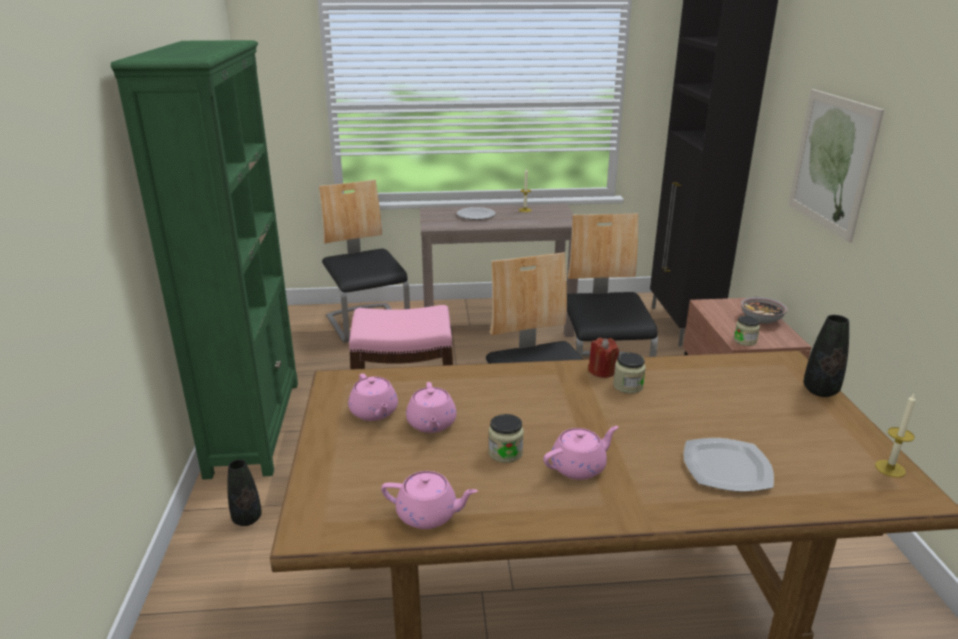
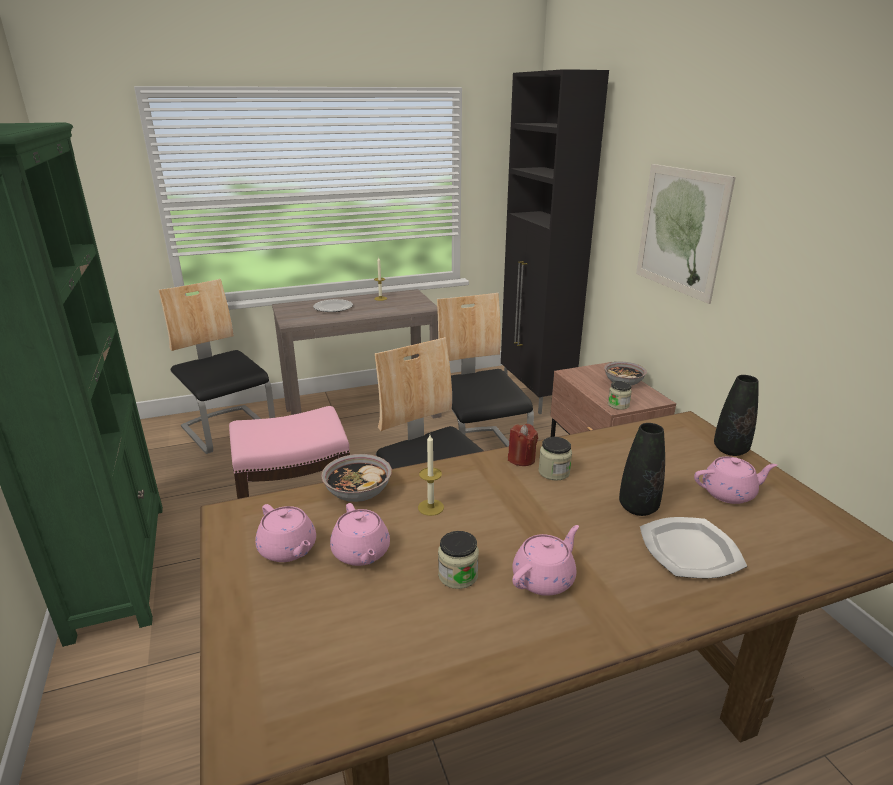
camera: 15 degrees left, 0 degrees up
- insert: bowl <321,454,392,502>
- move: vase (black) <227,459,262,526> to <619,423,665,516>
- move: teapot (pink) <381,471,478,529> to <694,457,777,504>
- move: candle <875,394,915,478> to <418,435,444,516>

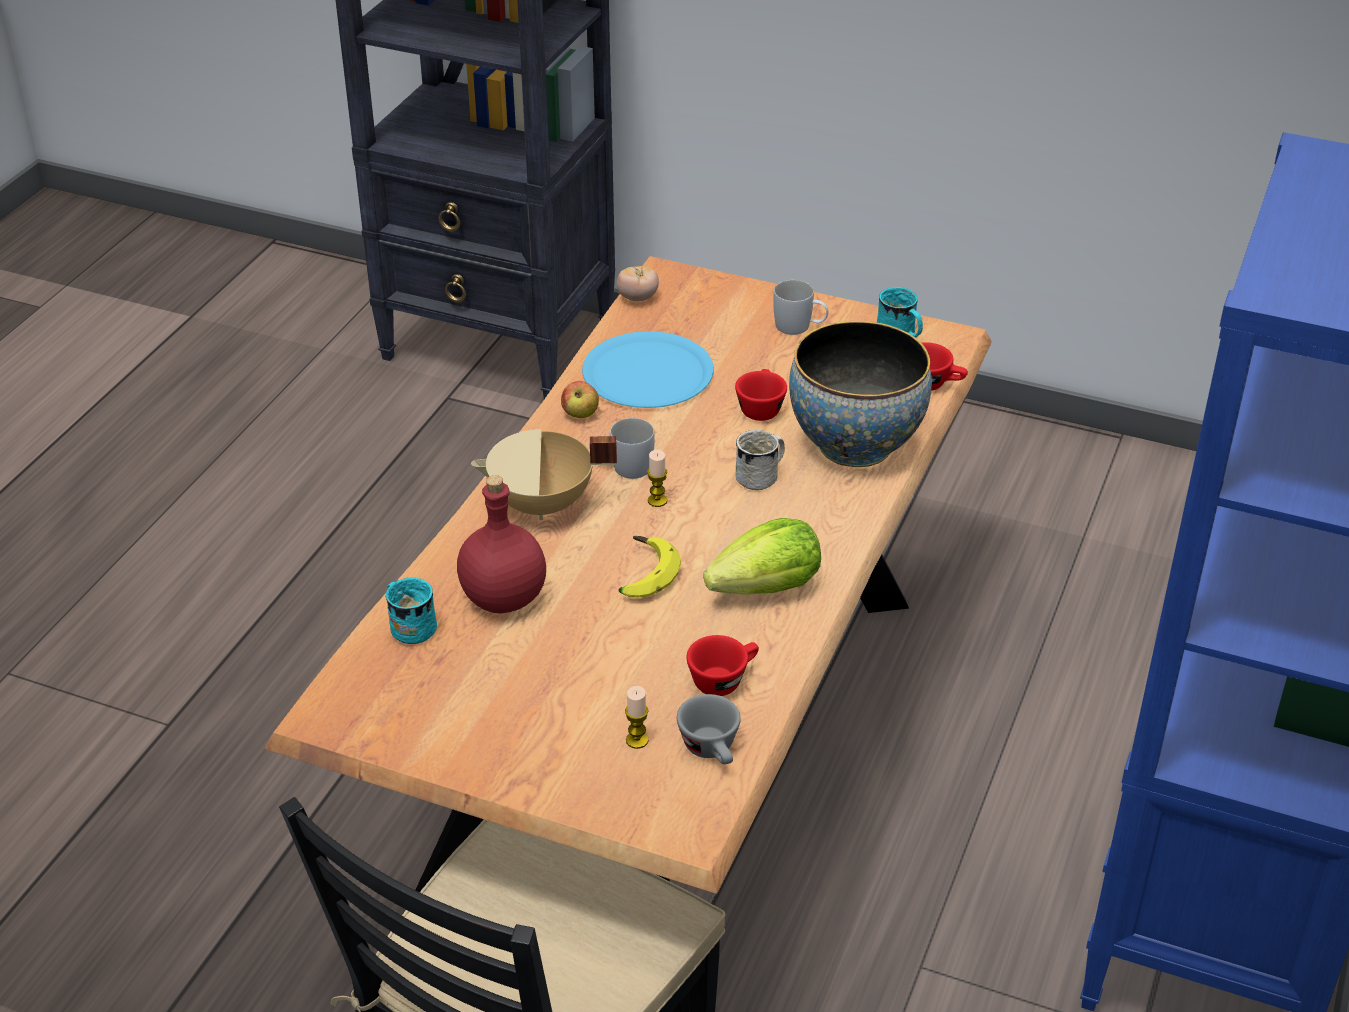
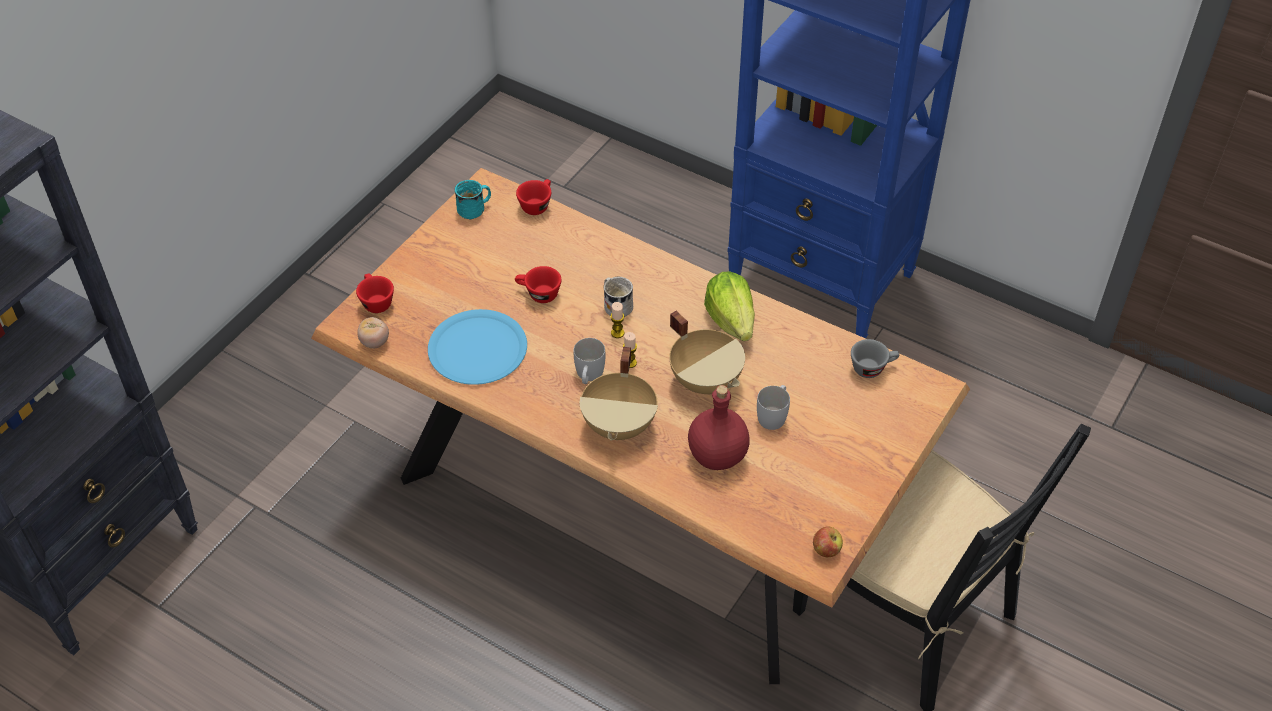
camera: 80 degrees left, 10 degrees up
- delete: mug (turquoise) <386,578,437,644>
- delete: bowl <789,321,932,467>
- move: apple <561,381,599,418> to <813,526,843,557>
- move: candle <625,686,649,749> to <611,302,624,338>
- move: cup (red) <686,635,759,696> to <356,274,394,313>
- move: mug (white) <773,280,828,335> to <757,385,790,430>
- replace: banana <619,536,681,597> to cooking pot (beige) <669,311,745,394>

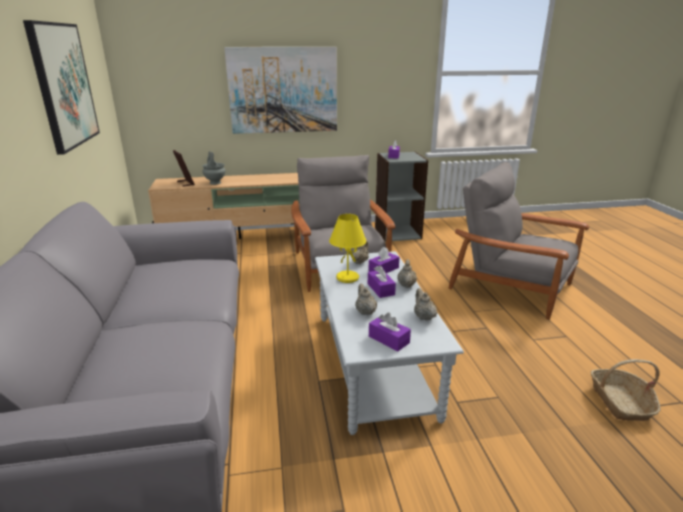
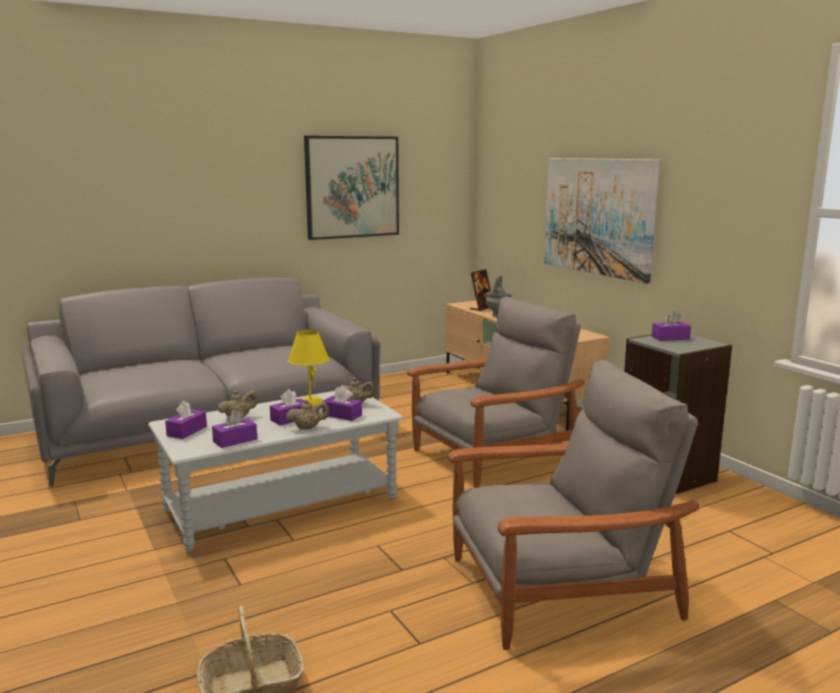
camera: 70 degrees right, 10 degrees down
- replace: teapot (beige) <414,288,437,321> to tissue box (purple) <212,410,257,448>
- rotate: armchair (grey) <449,162,589,320> = <447,360,699,650> 60 degrees clockwise

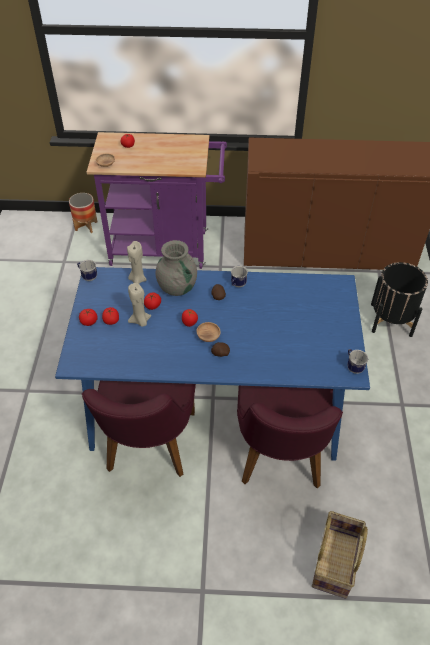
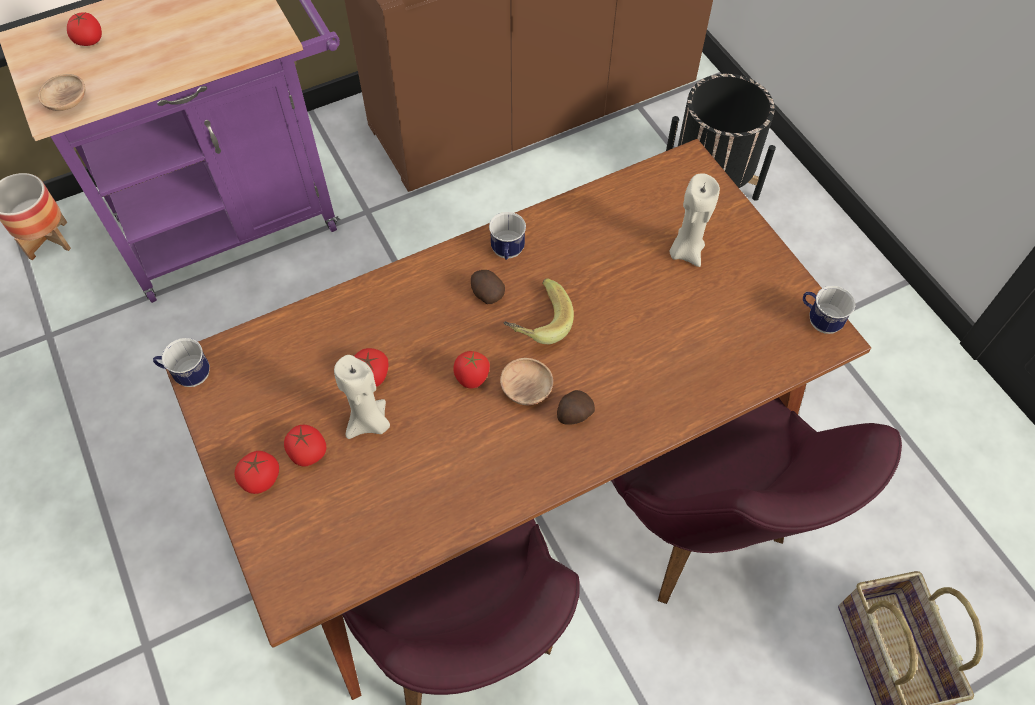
camera: 30 degrees left, 10 degrees up
- delete: vase (grey) <155,240,197,296>
- insert: banana <504,278,574,344>
- move: candle (beige) <127,241,146,284> to <669,173,720,267>
- recolor: dining table (blue) <55,267,370,461> to dining table (brown) <166,139,871,700>

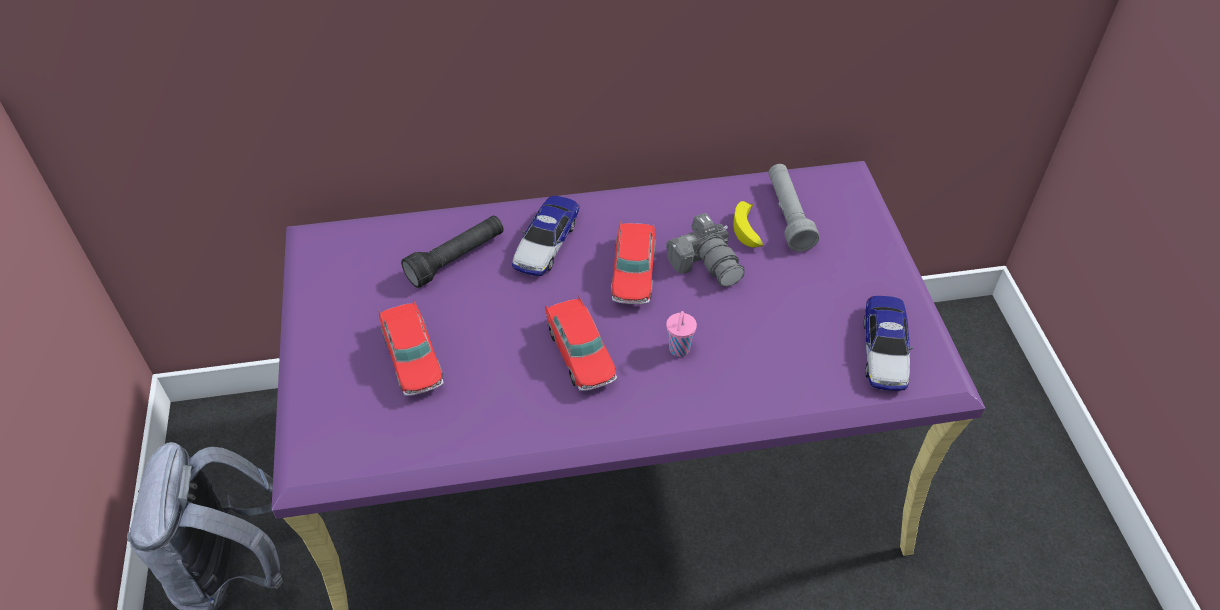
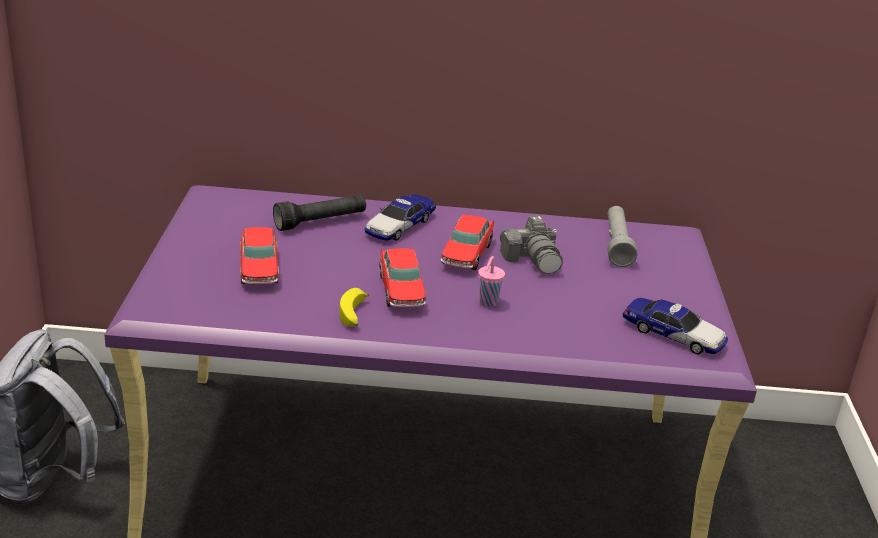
camera: 10 degrees right, 20 degrees down
- move: banana <733,201,763,247> to <340,288,369,326>
- rotate: toy car <863,296,913,391> = <623,298,728,355> 75 degrees counterclockwise

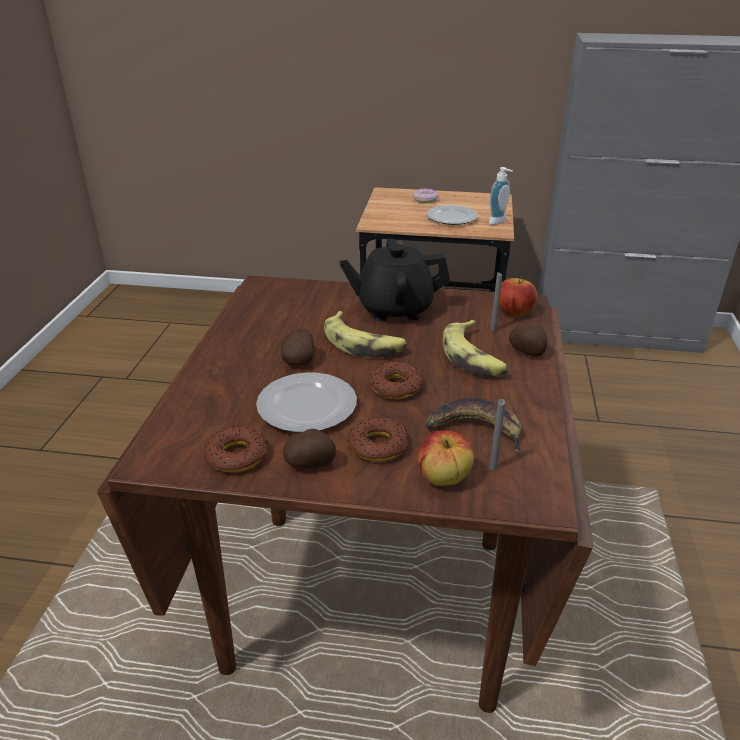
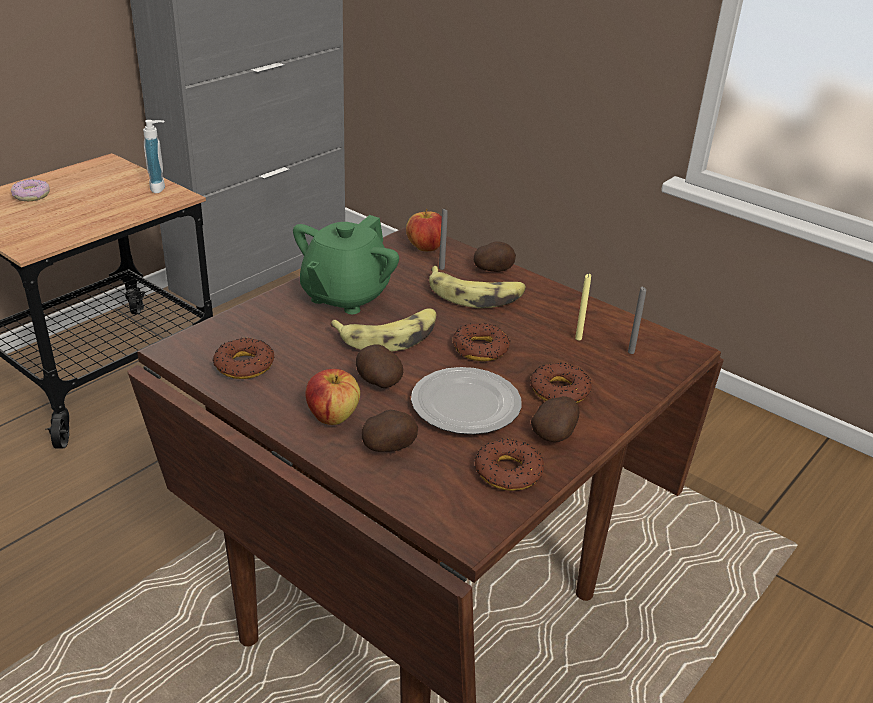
camera: 60 degrees left, 0 degrees up
- delete: plate <426,205,478,225>
- insert: donut <213,337,274,379>
- insert: potato <362,410,418,452>
- move: apple <418,431,474,486> to <306,369,360,425>
- replace: banana <425,398,521,455> to candle (yellow) <575,274,591,340>
- recolor: teapot (black) <339,239,450,322> to teapot (green) <293,215,399,314>

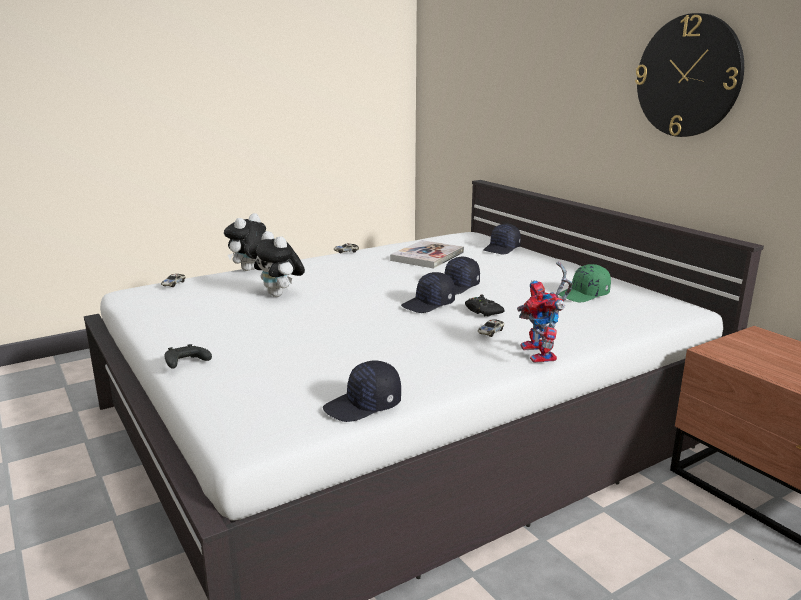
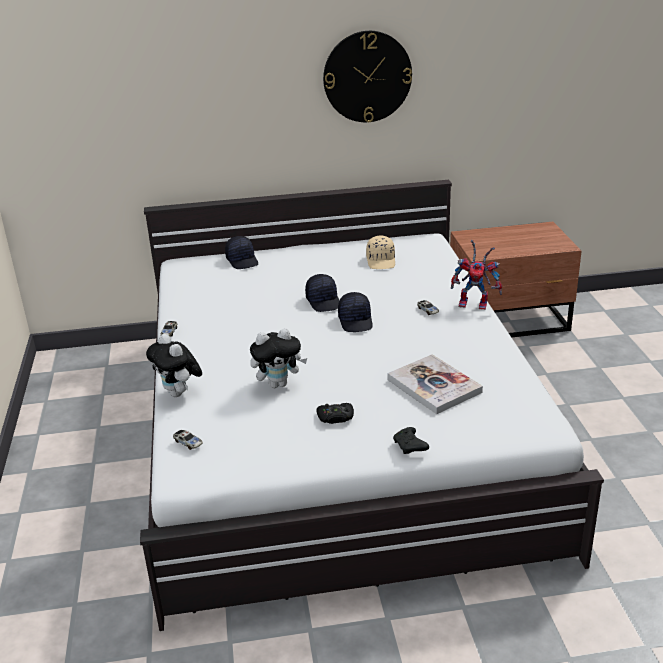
camera: 65 degrees left, 10 degrees up
- delete: cap (black) <323,361,401,422>
- move: book <390,240,464,269> to <387,354,483,414>
- move: game controller (black) <465,295,505,317> to <316,403,354,424>
- recolor: cap (green) <559,264,611,302> to cap (beige) <366,235,395,269>

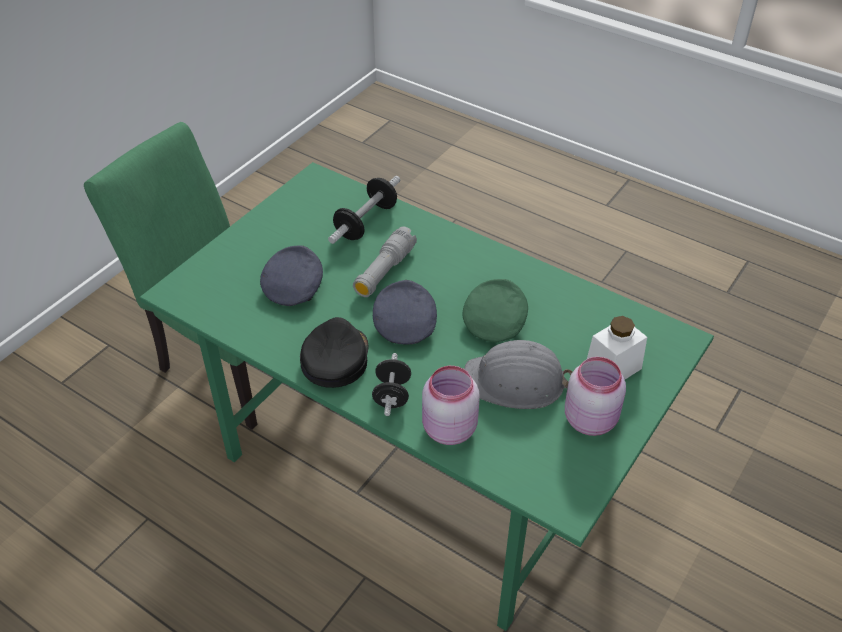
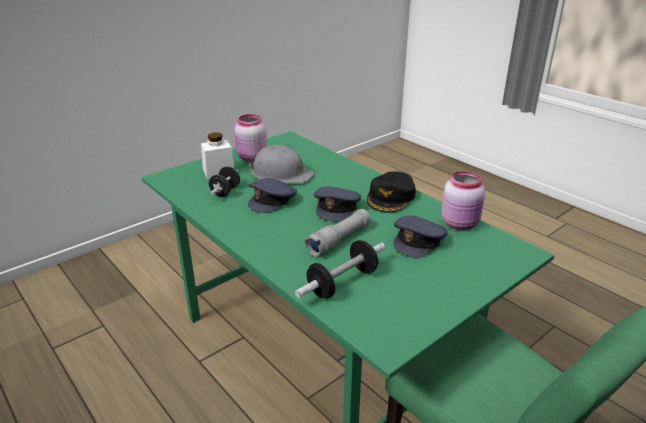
camera: 165 degrees left, 15 degrees down
- move: dumbbell (black) <372,353,411,416> to <209,166,240,197>
- move: jar (pink) <422,366,479,445> to <441,171,485,230>
- recolor: cap (green) <462,279,528,342> to cap (grey) <248,178,297,213>

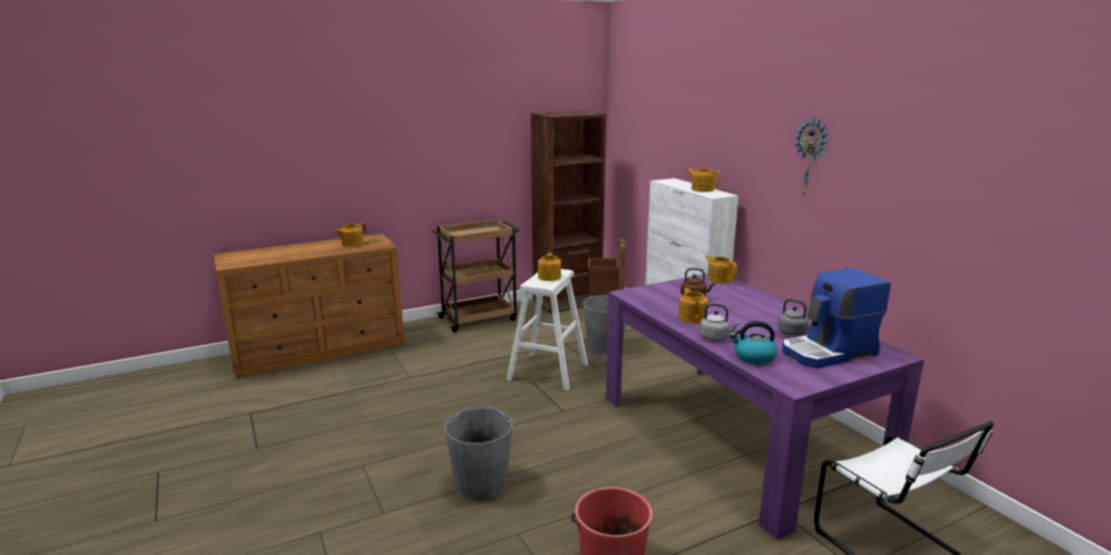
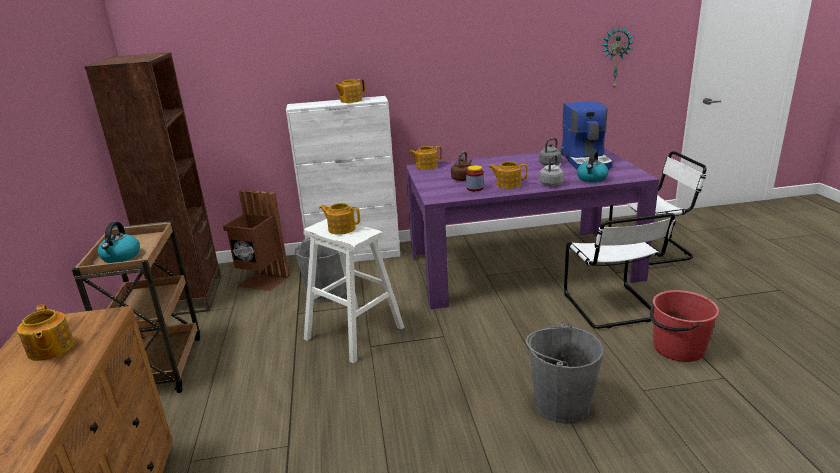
camera: 70 degrees left, 5 degrees up
- insert: kettle <98,222,140,263>
- insert: jar <466,165,484,191>
- insert: chair (white) <564,213,676,329>
- move: wall clock <794,118,829,197> to <602,26,634,89>

